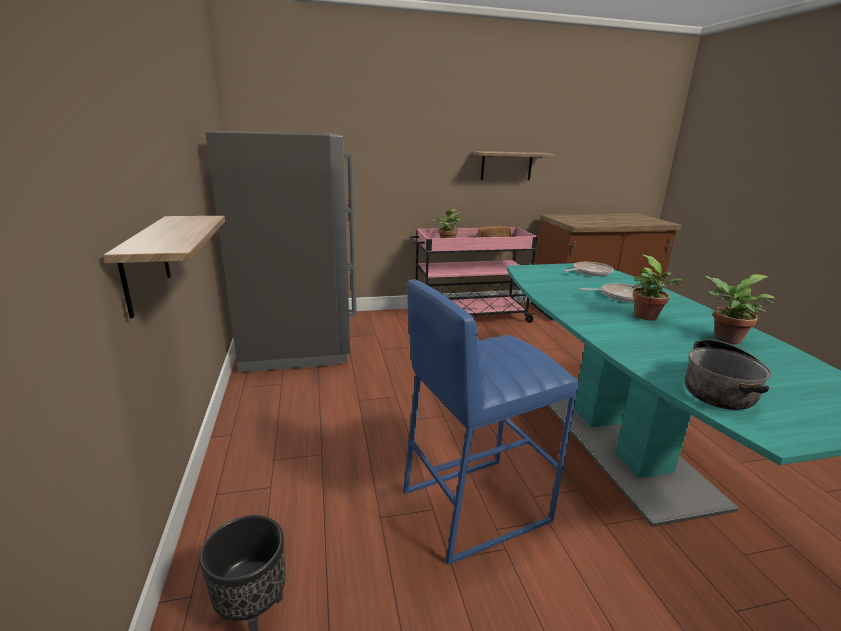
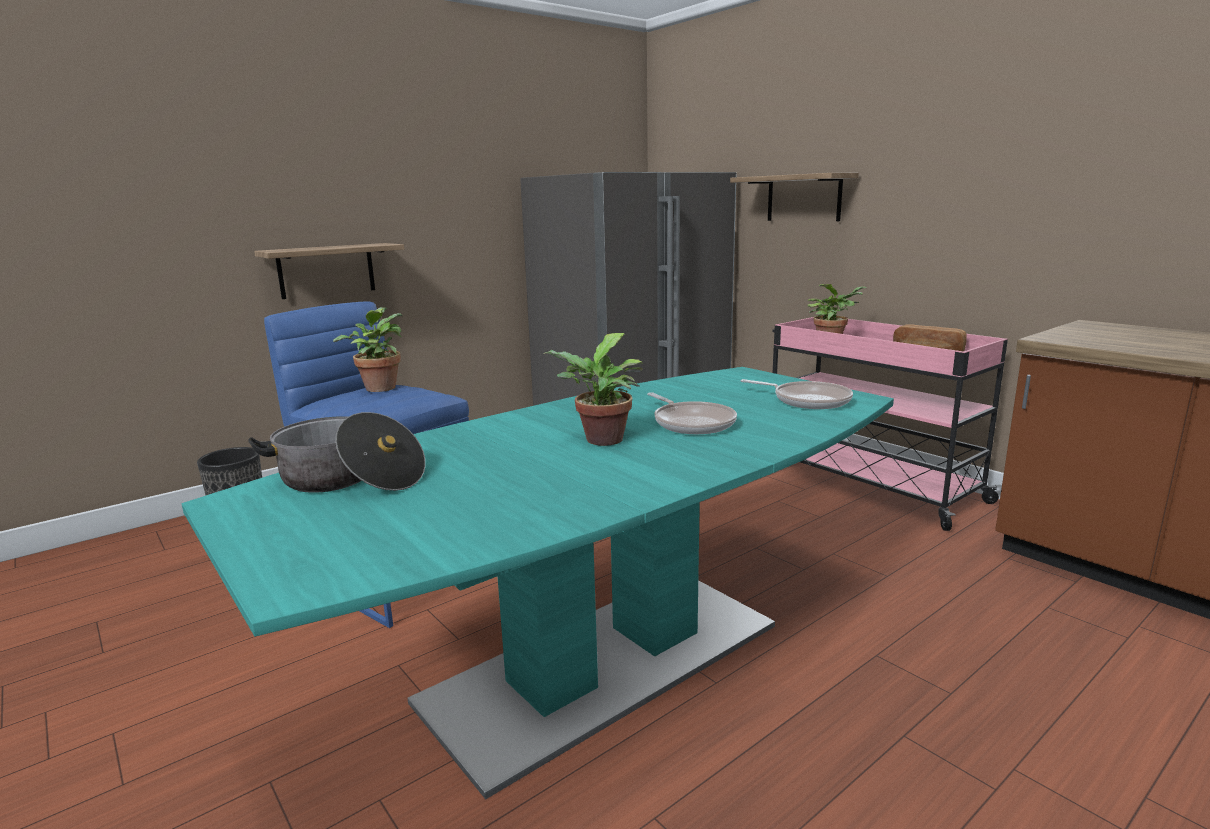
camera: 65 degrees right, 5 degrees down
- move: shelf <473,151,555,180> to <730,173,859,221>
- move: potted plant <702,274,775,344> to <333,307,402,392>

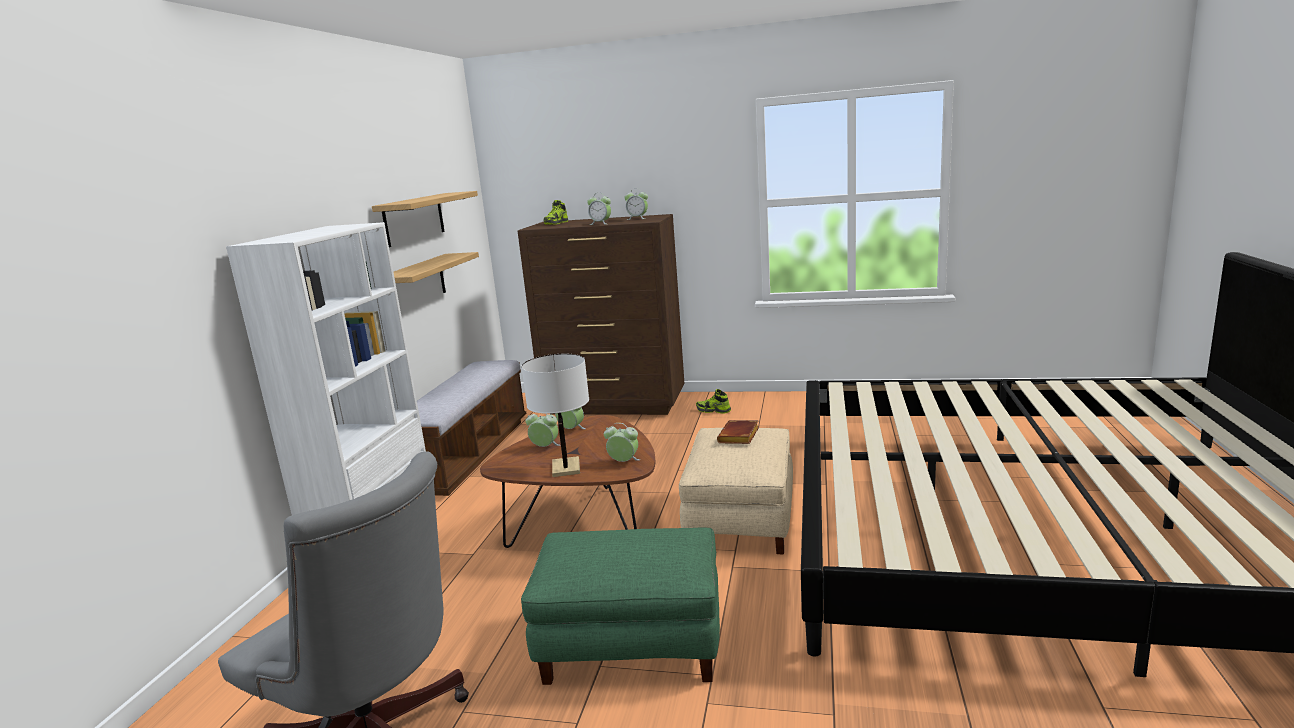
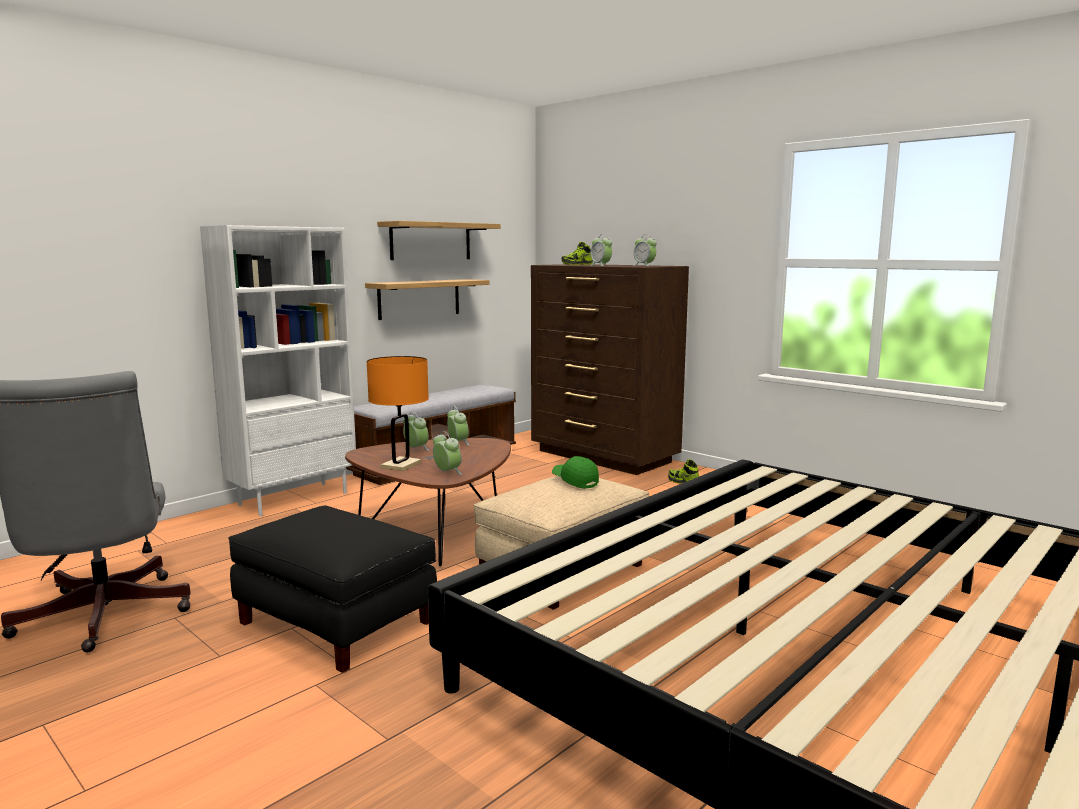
camera: 30 degrees right, 5 degrees down
- replace: book (brown) <717,420,759,444> to cap (green) <552,456,599,489>
- recolor: table lamp (white) <521,354,589,477> to table lamp (orange) <367,356,429,471>
- recolor: ottoman (green) <521,527,720,685> to ottoman (black) <228,506,437,673>

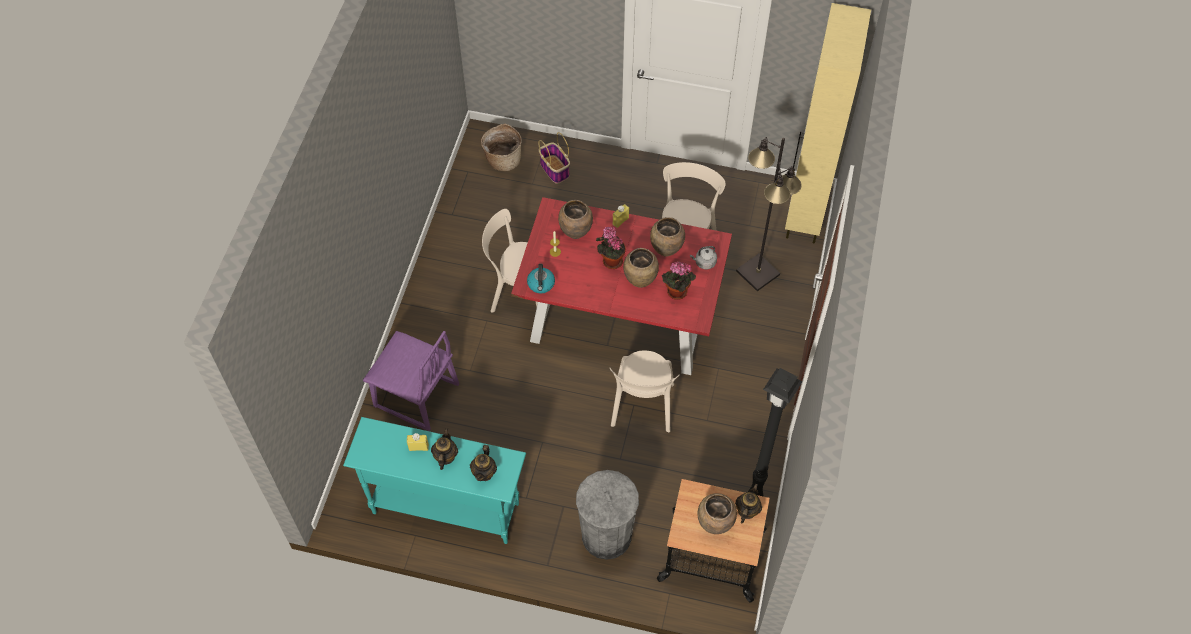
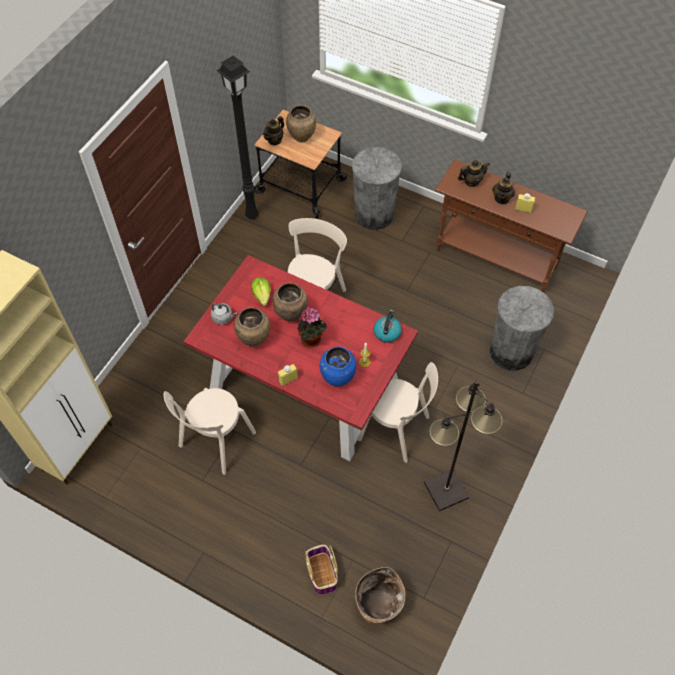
camera: 165 degrees left, 0 degrees up
- move: floor lamp (black) <736,137,802,291> to <424,381,503,511>
- replace: chair (purple) <363,331,459,431> to trash can (grey) <490,286,554,371>
- replace: potted plant <662,262,696,300> to lettuce <251,277,271,306>
- recolor: console table (turquoise) <343,417,526,544> to console table (brown) <435,160,588,293>
- recolor: vase (brown) <558,200,593,239> to vase (blue) <320,346,356,386>
- rotate: teapot <470,445,497,481> = <458,160,490,187> 45 degrees clockwise

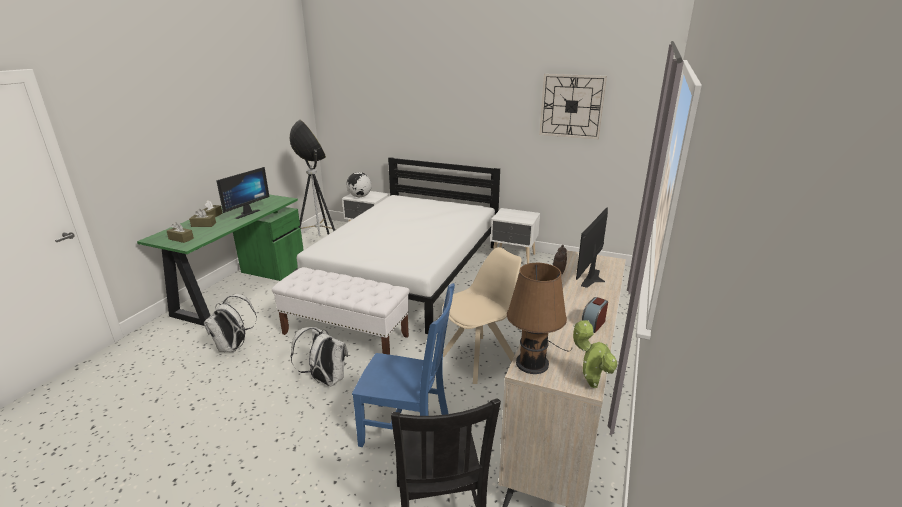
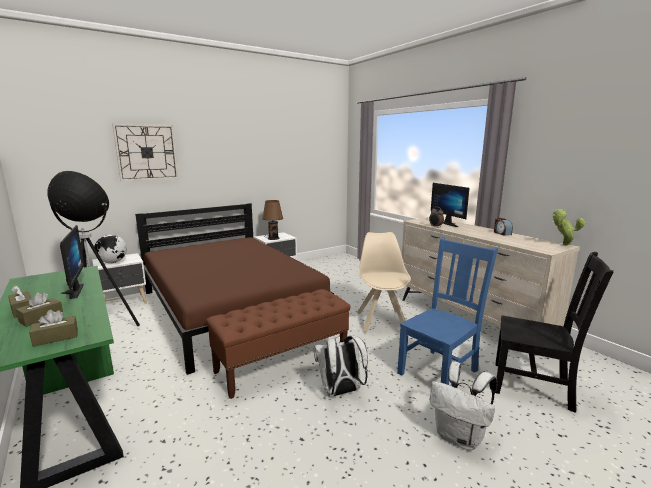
camera: 55 degrees left, 10 degrees down
- move: backpack (white) <204,294,257,352> to <430,361,497,451>
- move: table lamp (brown) <507,263,572,374> to <262,200,283,240>
- move: wall clock <539,74,607,139> to <112,124,178,182>
- recolor: bench (white) <272,267,409,355> to bench (brown) <206,289,351,399>
- recolor: bed (white) <293,157,500,334> to bed (brown) <135,203,334,375>

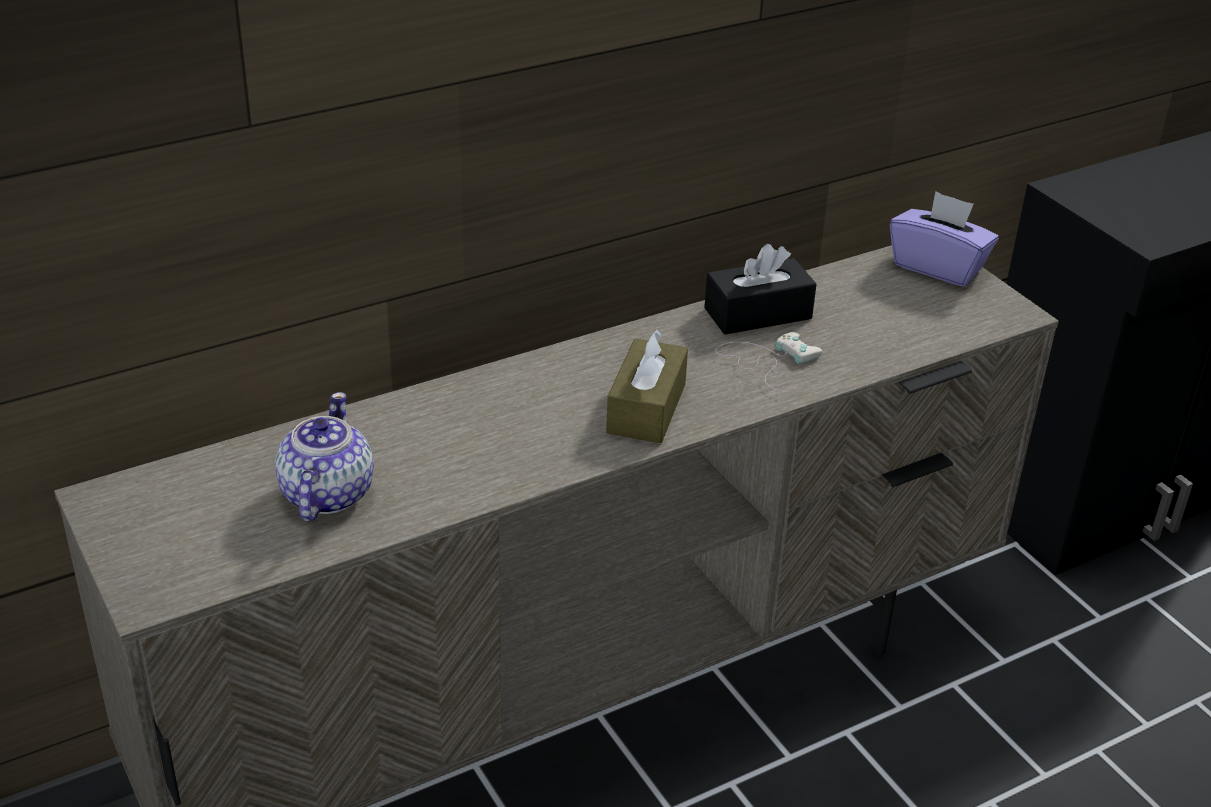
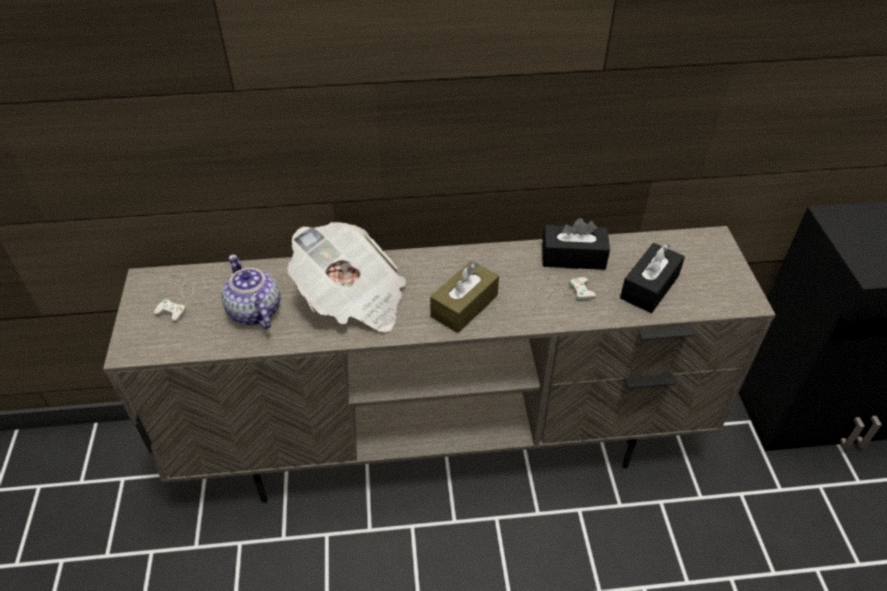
camera: 25 degrees right, 10 degrees up
- delete: tissue box (purple) <890,191,999,287>
- insert: game controller (white) <154,274,223,322>
- insert: newspaper <287,222,406,332>
- insert: tissue box (black) <620,243,685,313>
- rotate: teapot <275,392,374,522> = <221,254,280,329> 60 degrees counterclockwise

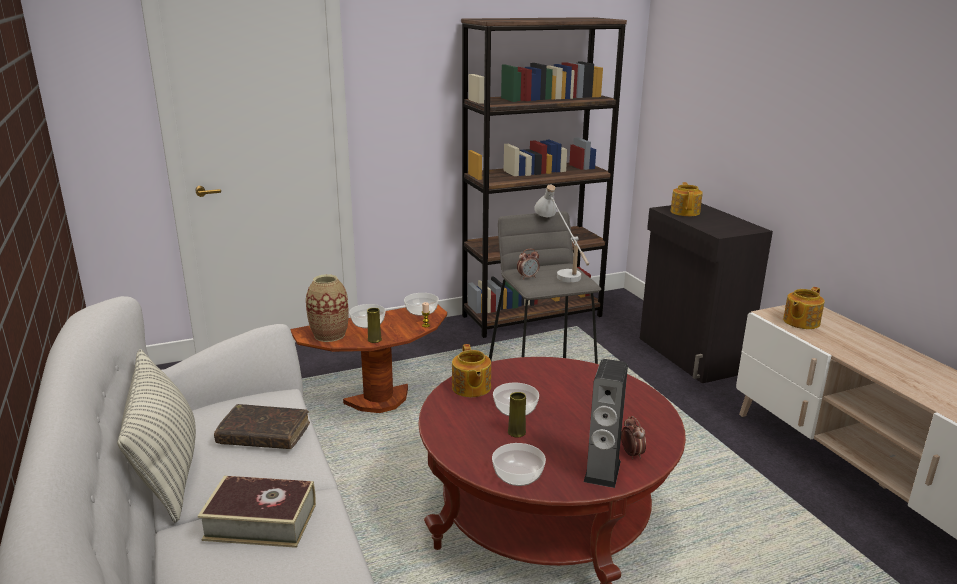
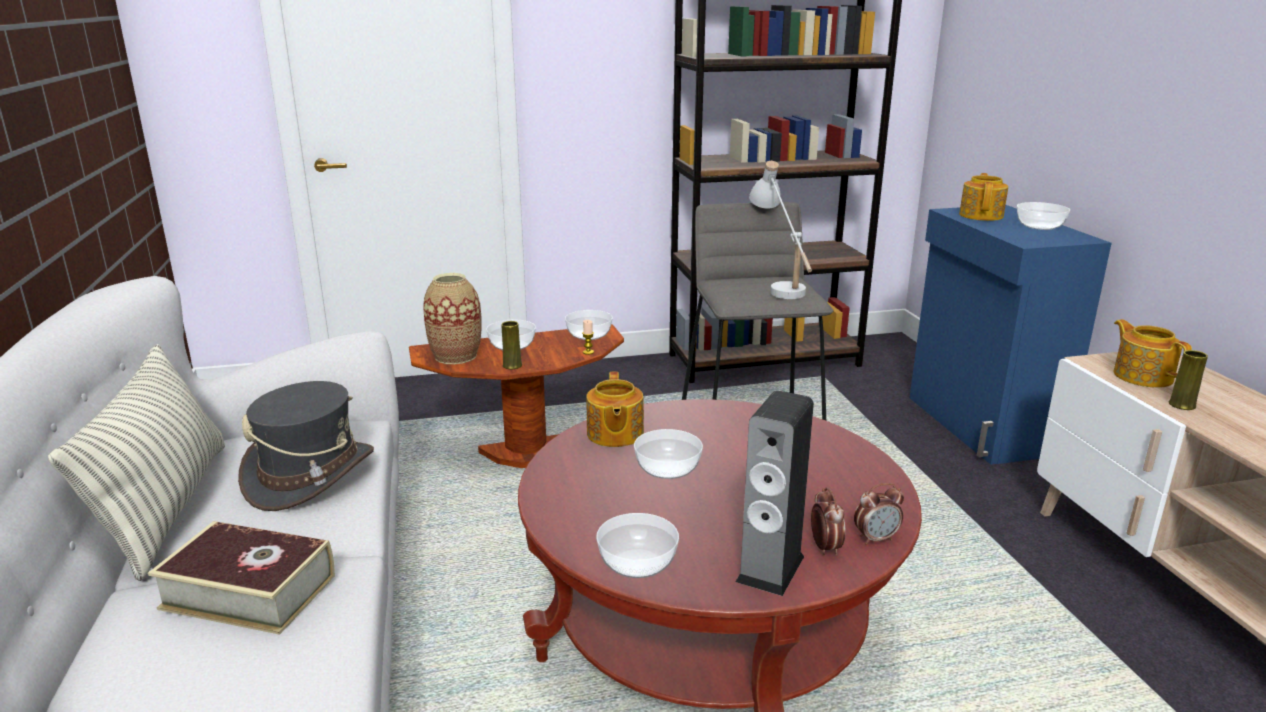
camera: 10 degrees right, 0 degrees up
- insert: bowl <1017,202,1070,230>
- move: vase (yellow) <508,392,526,438> to <1169,350,1208,410>
- move: alarm clock <517,249,540,280> to <854,483,904,545>
- replace: book (brown) <214,404,310,449> to hat (grey) <238,381,374,511>
- recolor: cabinet (black) <640,203,773,383> to cabinet (blue) <910,205,1112,465>
- rotate: teapot <783,287,825,329> = <1114,319,1192,388> 105 degrees clockwise

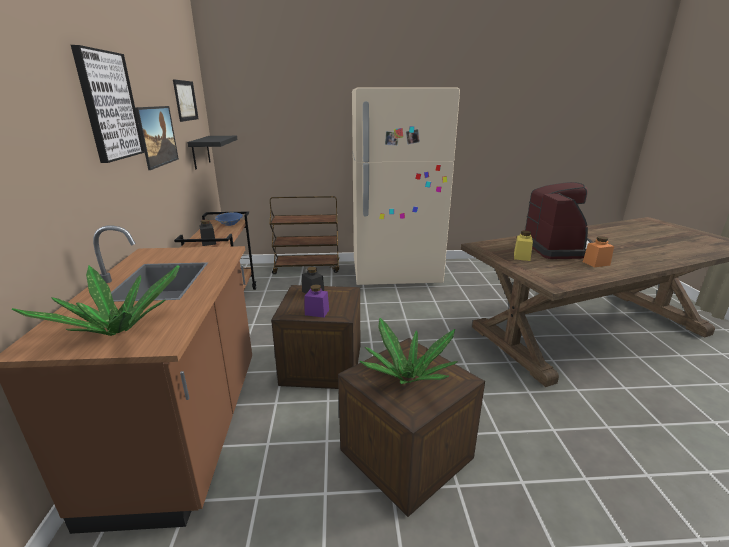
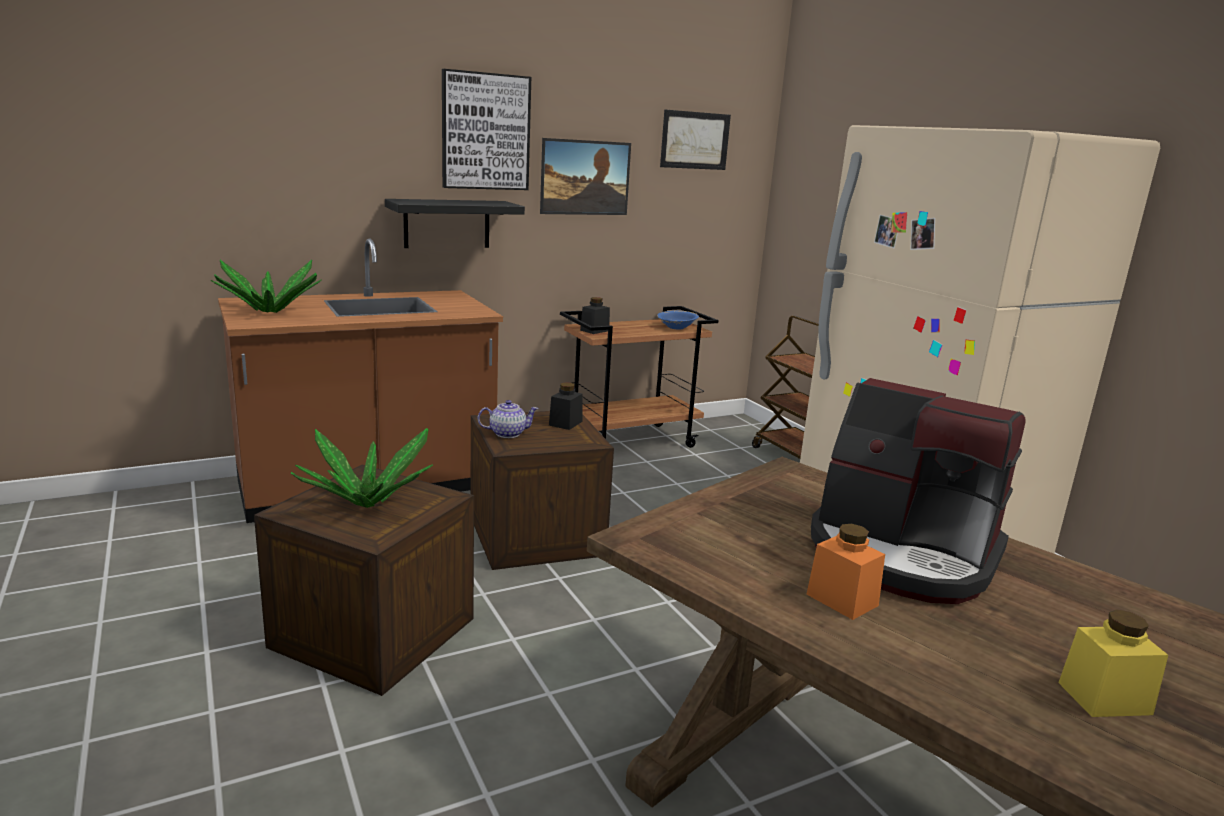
camera: 65 degrees right, 5 degrees down
- move: shelf (black) <187,136,238,169> to <385,199,525,248>
- move: jar (yellow) <514,230,533,261> to <1058,609,1168,717>
- replace: jar (purple) <304,284,329,318> to teapot <478,400,539,438>
- rotate: coffee machine <525,182,594,259> = <811,378,1026,604> 60 degrees clockwise

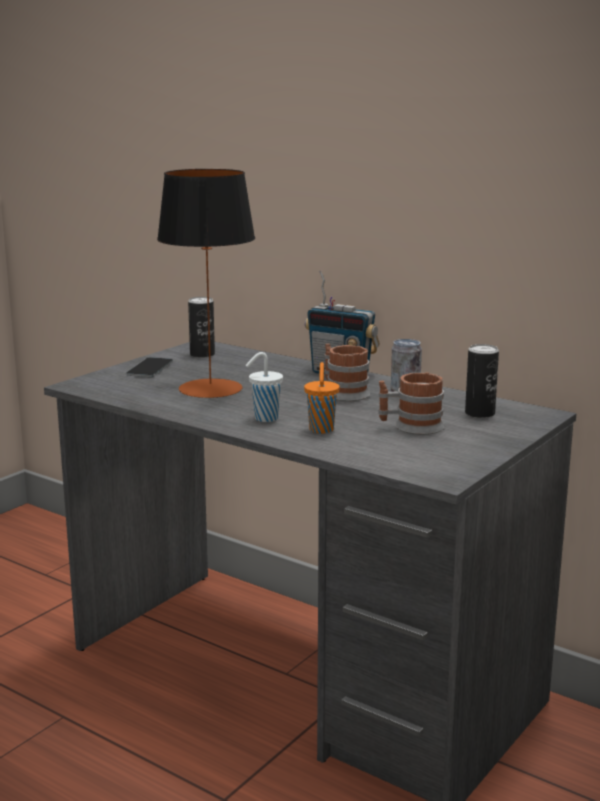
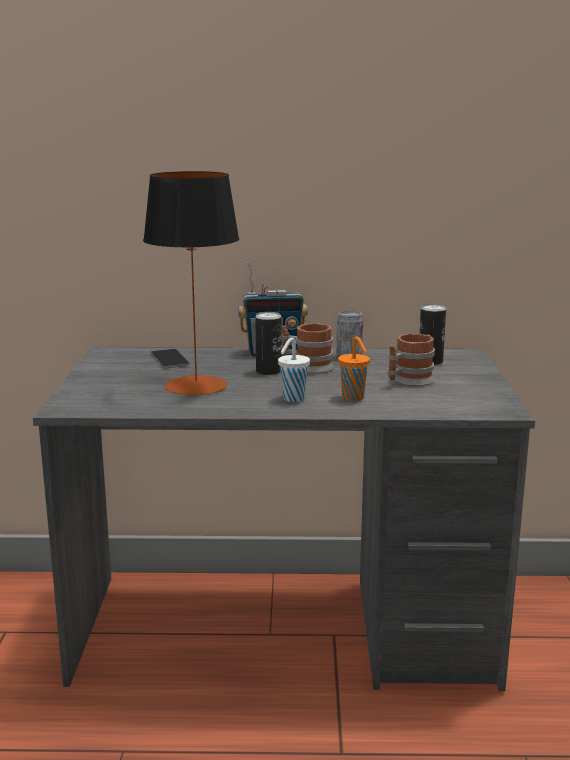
camera: 35 degrees left, 0 degrees up
- move: phone <127,357,173,377> to <151,349,190,368>
- move: can <188,297,215,358> to <255,312,281,375>

